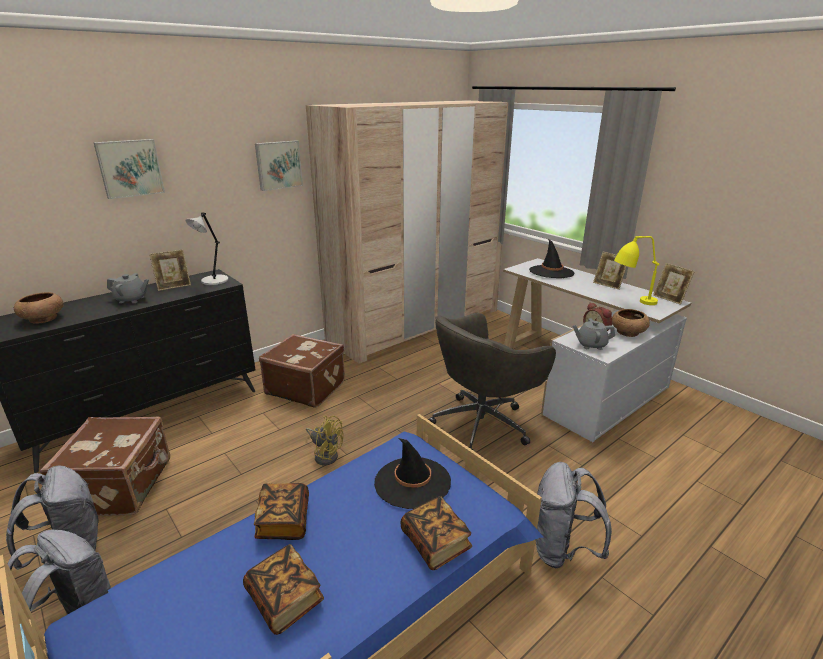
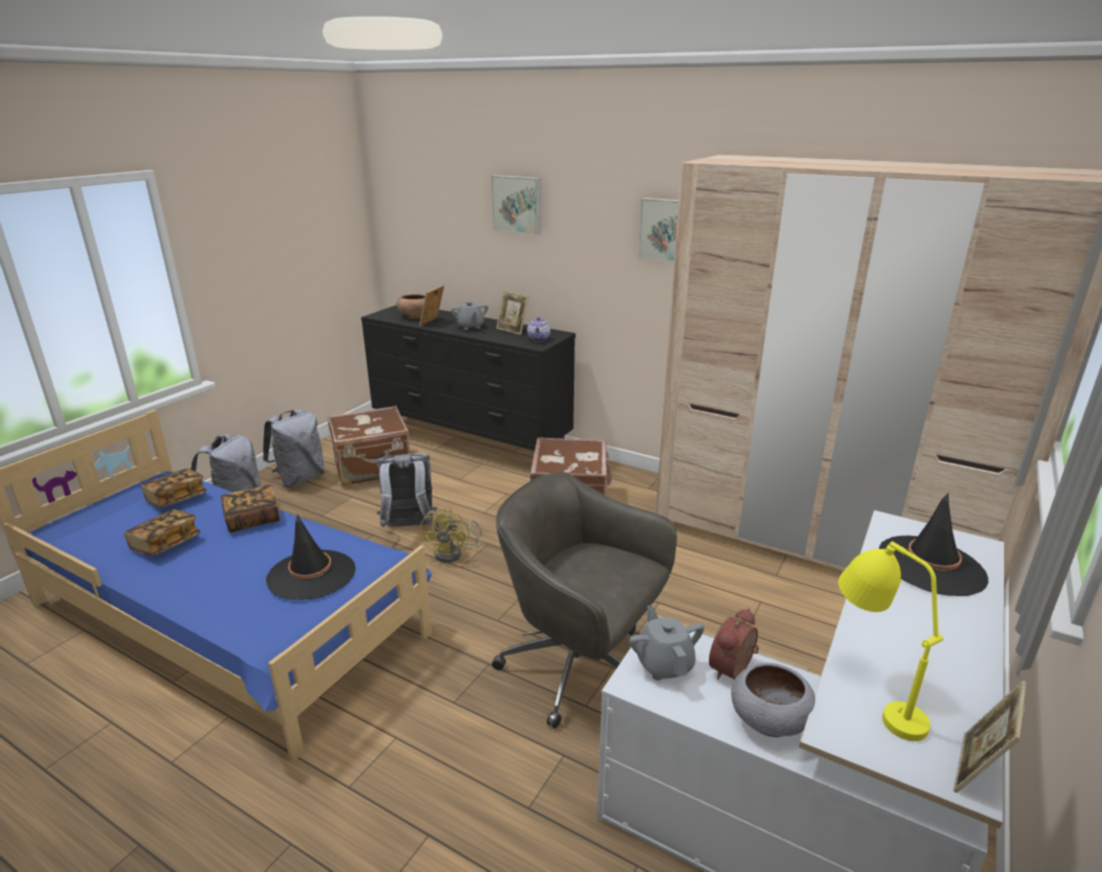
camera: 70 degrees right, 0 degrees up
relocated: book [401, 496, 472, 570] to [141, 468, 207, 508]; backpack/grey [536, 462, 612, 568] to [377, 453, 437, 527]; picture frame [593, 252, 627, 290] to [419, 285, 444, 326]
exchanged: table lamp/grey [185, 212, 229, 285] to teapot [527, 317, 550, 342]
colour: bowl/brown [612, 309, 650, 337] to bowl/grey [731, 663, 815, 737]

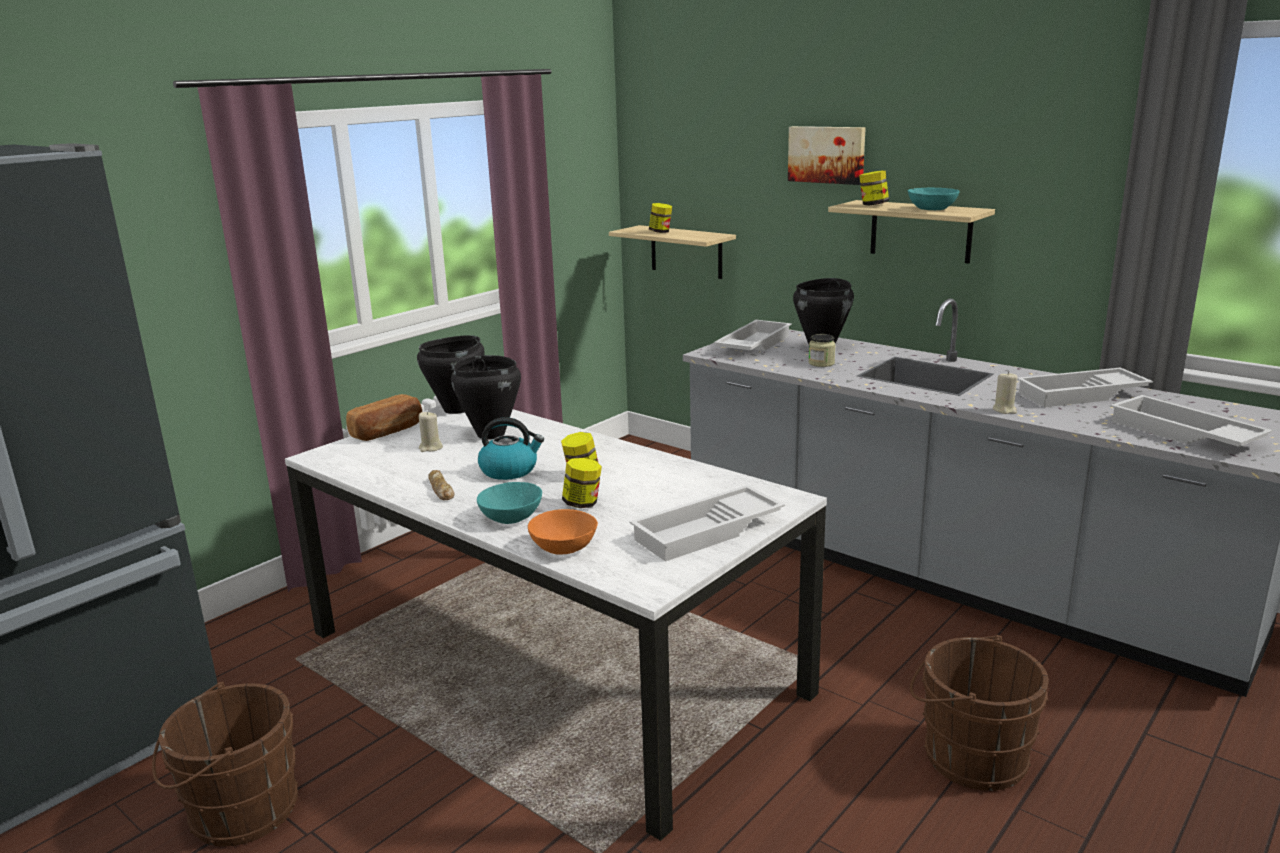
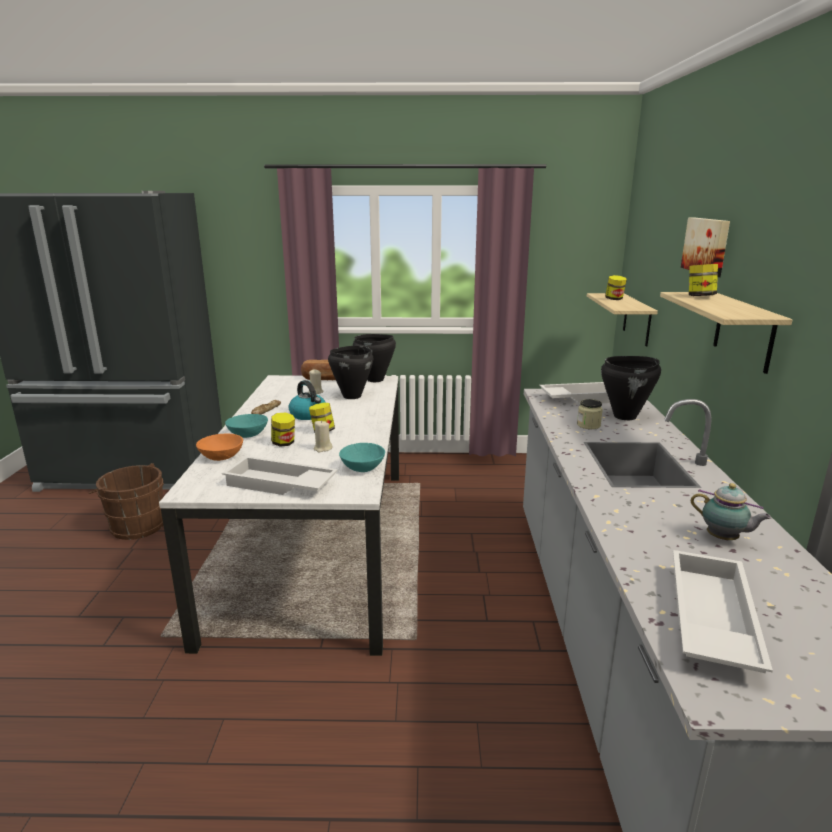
camera: 50 degrees right, 0 degrees up
missing: bucket/brown [910, 635, 1049, 791]
relocated: candle/beige [993, 371, 1018, 414] to [313, 420, 333, 453]; bowl/turquoise [908, 188, 959, 210] to [339, 443, 385, 472]
exchanged: tray/white [1017, 367, 1153, 407] to teapot [691, 483, 772, 541]

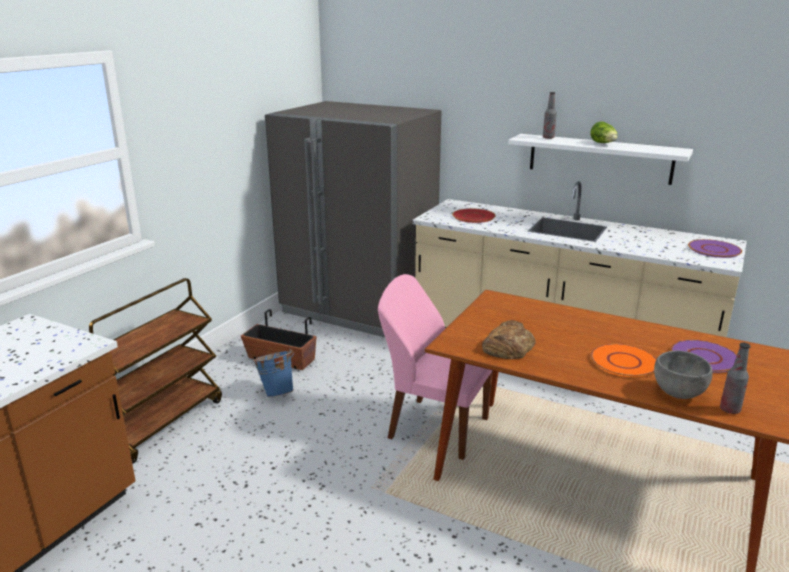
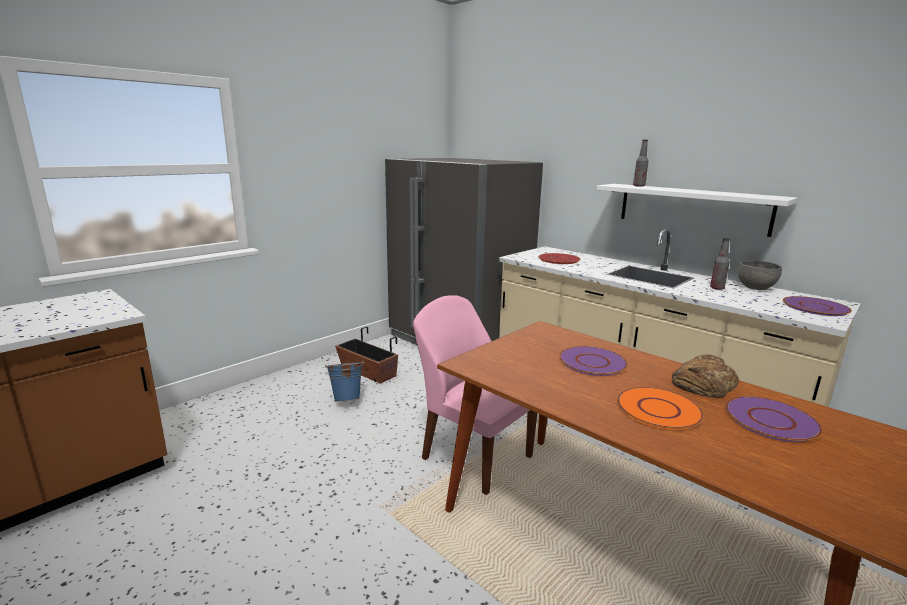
camera: 15 degrees right, 5 degrees down
missing: cart/brown [89, 278, 222, 464]; lettuce [590, 121, 618, 143]
appeared: plate/purple [559, 346, 628, 376]
relocated: bread [482, 320, 536, 359] to [672, 354, 739, 398]; bottle [720, 343, 751, 414] to [710, 238, 730, 290]; bowl/grey [654, 350, 713, 399] to [738, 260, 782, 290]

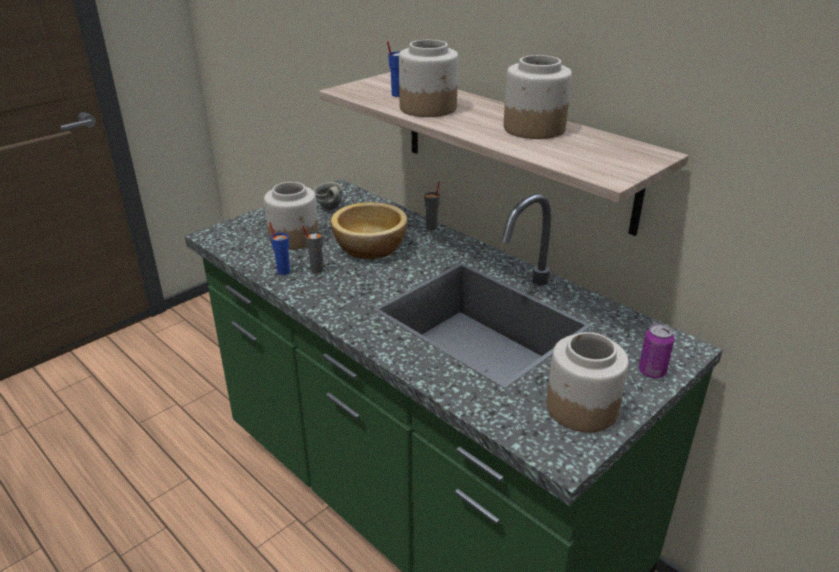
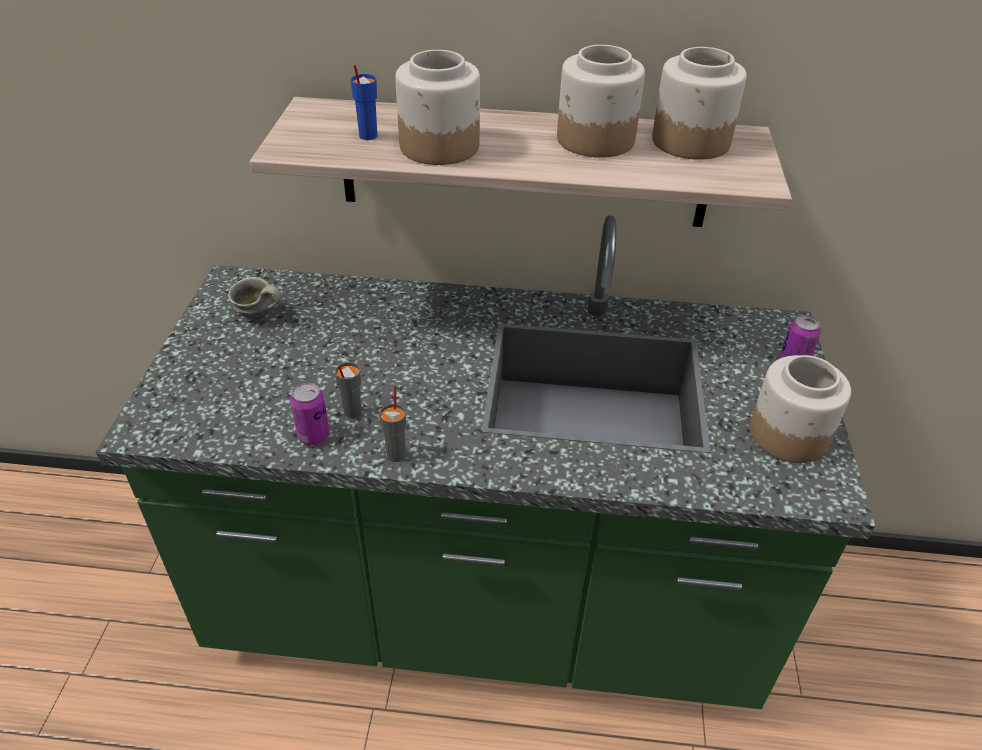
camera: 40 degrees left, 10 degrees up
missing: bowl [331, 202, 407, 259]
relocated: cup/grey [424, 181, 440, 230] to [379, 386, 406, 462]; jar [264, 182, 319, 250] to [652, 47, 747, 160]
exchanged: cup/blue [269, 222, 290, 275] to can [290, 383, 330, 445]

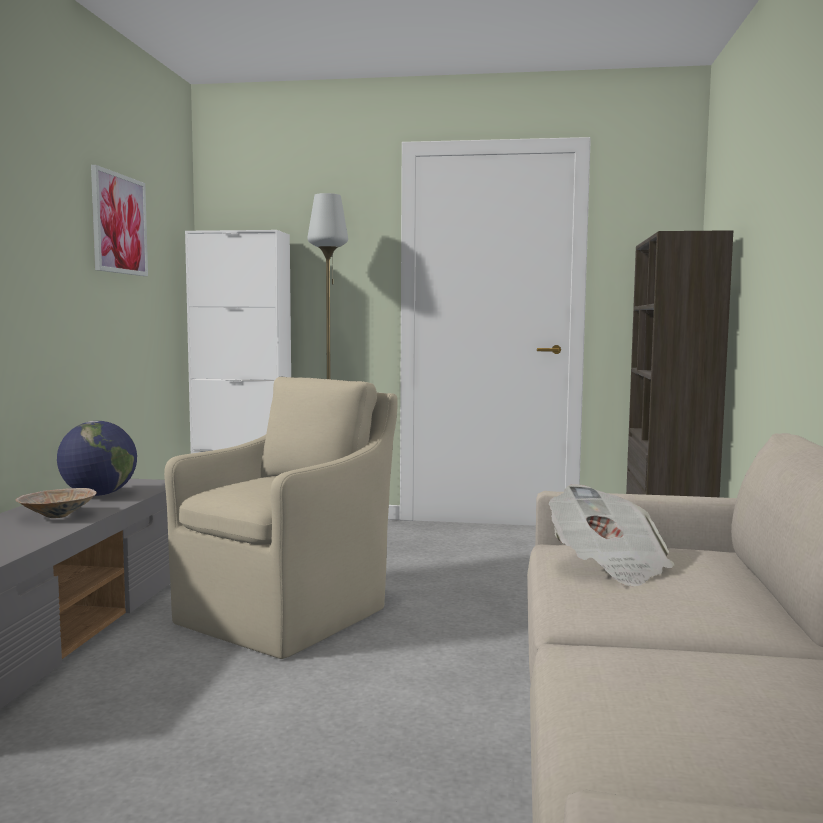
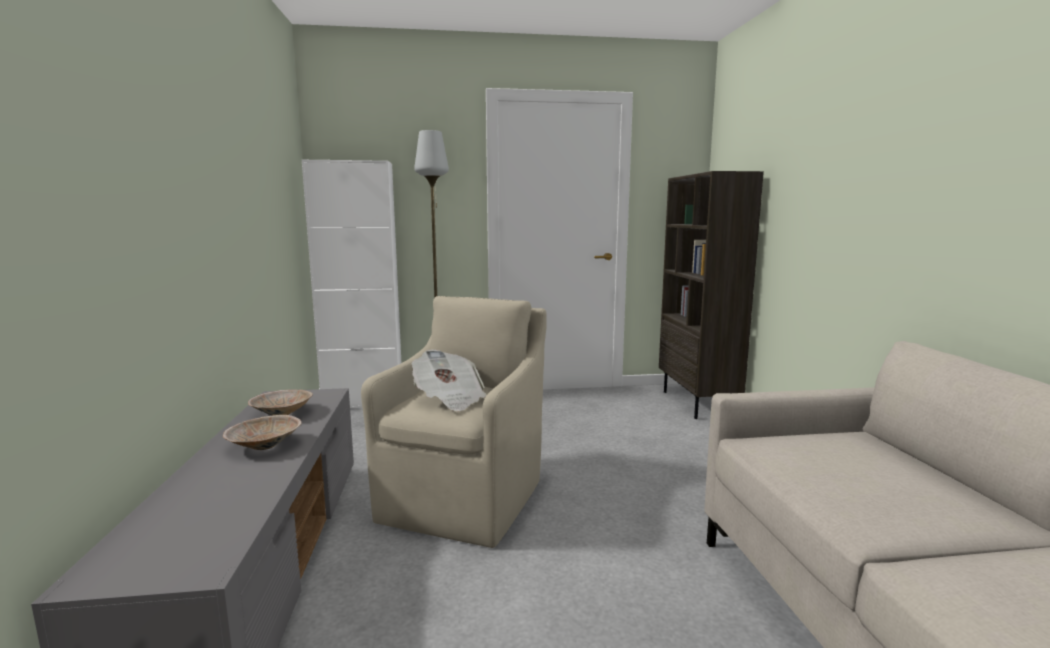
camera: 15 degrees left, 5 degrees up
missing: picture [91, 165, 148, 276]
relocated: newspaper [549, 484, 674, 587] to [412, 349, 487, 412]
exchanged: globe [57, 421, 137, 496] to bowl/beige [248, 389, 313, 416]

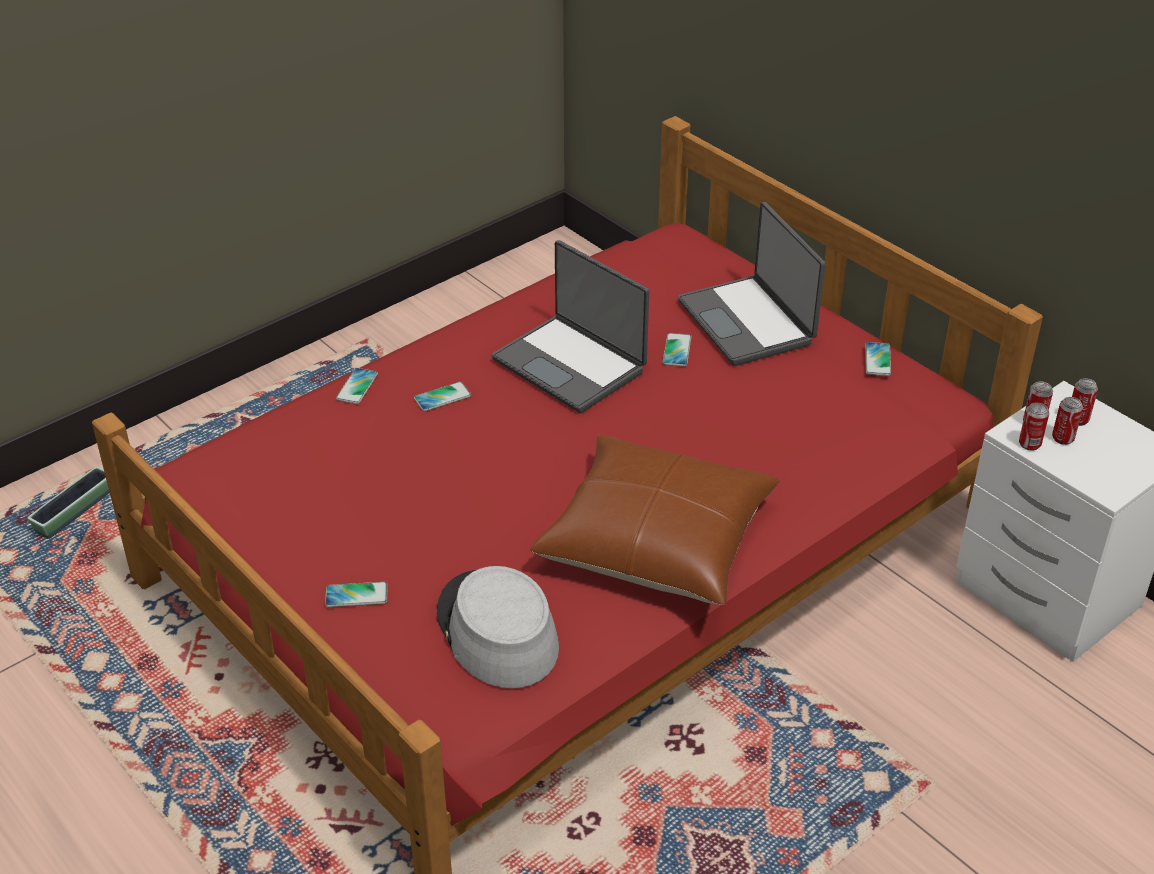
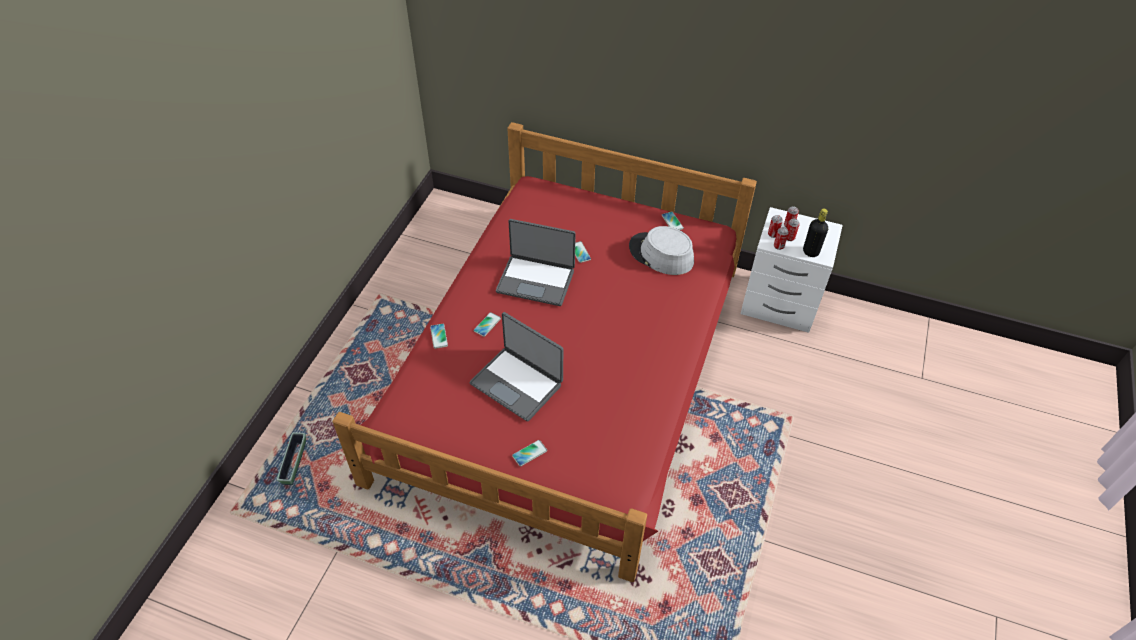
camera: 30 degrees left, 10 degrees up
missing: pillow/brown [531, 435, 780, 605]
appeared: bottle/black [803, 208, 828, 257]
relocated: laptop [678, 202, 826, 366] to [469, 312, 563, 422]; hat/grey [437, 566, 559, 688] to [629, 226, 694, 275]

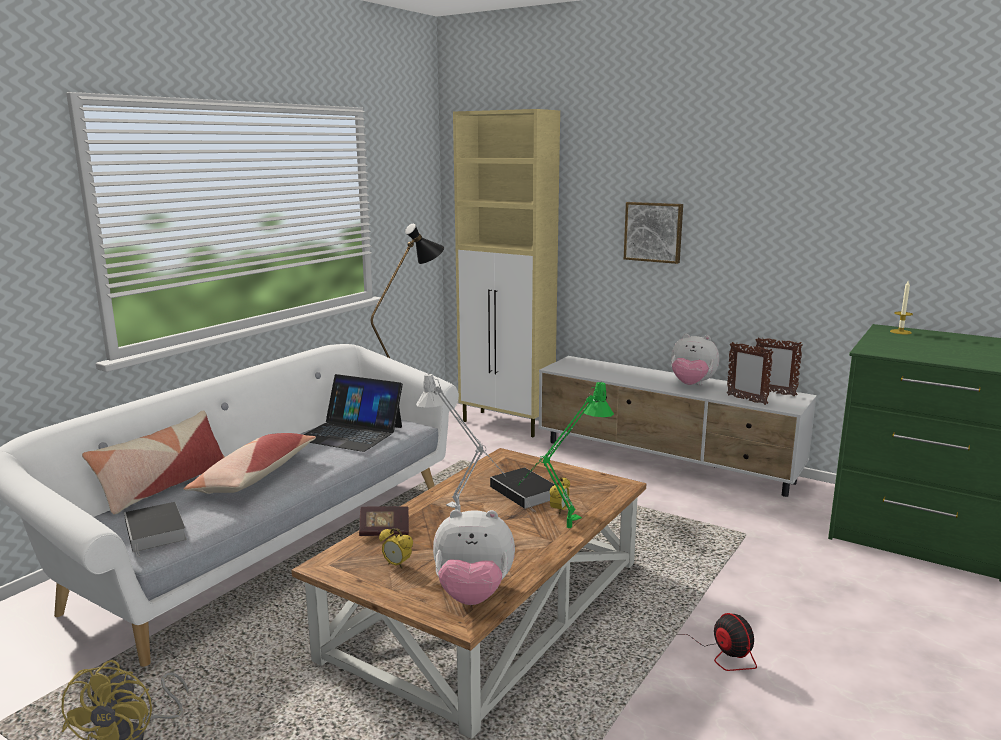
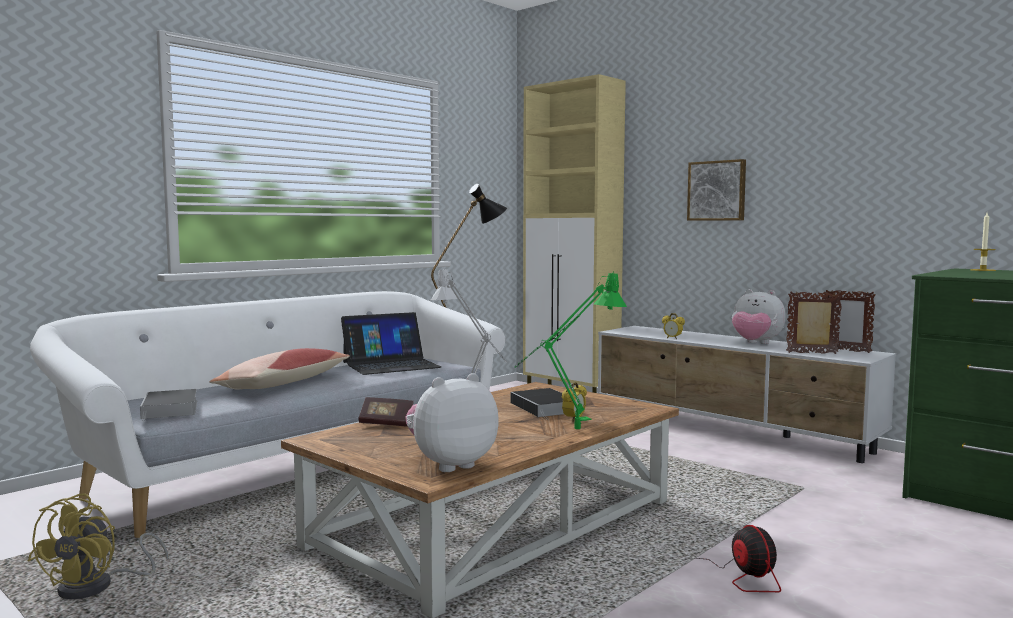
camera: 10 degrees right, 10 degrees down
missing: pillow [82, 410, 224, 514]
relocated: alarm clock [379, 528, 413, 569] to [662, 313, 685, 339]
spun: laptop [304, 374, 403, 452] = [341, 312, 441, 375] 60 degrees counterclockwise; plush toy [433, 509, 515, 605] = [405, 373, 498, 472] 135 degrees clockwise; picture frame [727, 342, 773, 405] = [786, 291, 842, 354] 135 degrees clockwise

